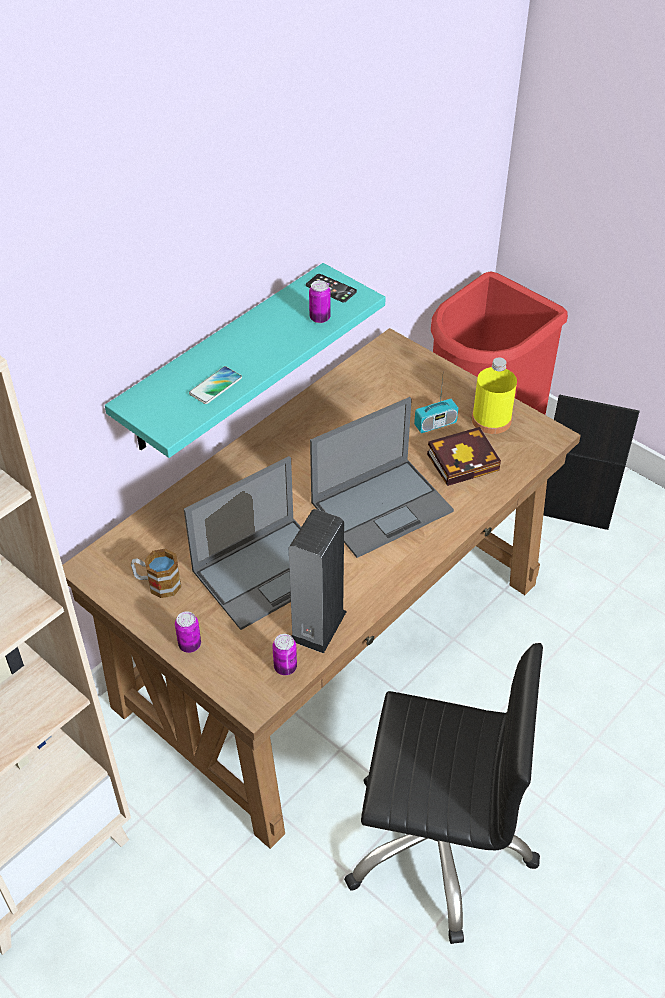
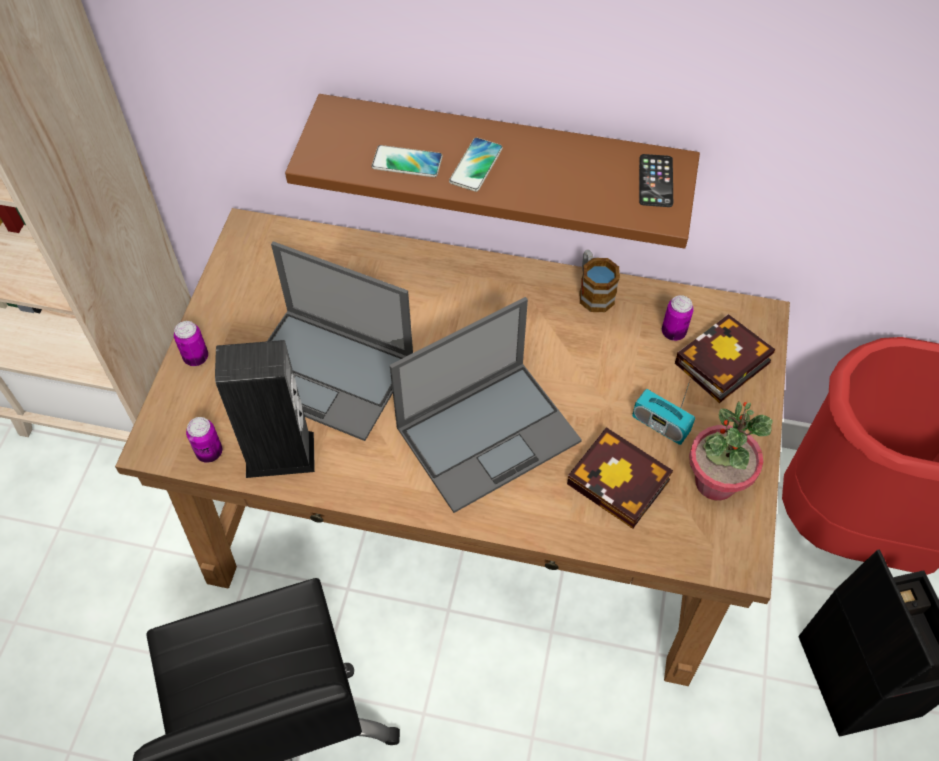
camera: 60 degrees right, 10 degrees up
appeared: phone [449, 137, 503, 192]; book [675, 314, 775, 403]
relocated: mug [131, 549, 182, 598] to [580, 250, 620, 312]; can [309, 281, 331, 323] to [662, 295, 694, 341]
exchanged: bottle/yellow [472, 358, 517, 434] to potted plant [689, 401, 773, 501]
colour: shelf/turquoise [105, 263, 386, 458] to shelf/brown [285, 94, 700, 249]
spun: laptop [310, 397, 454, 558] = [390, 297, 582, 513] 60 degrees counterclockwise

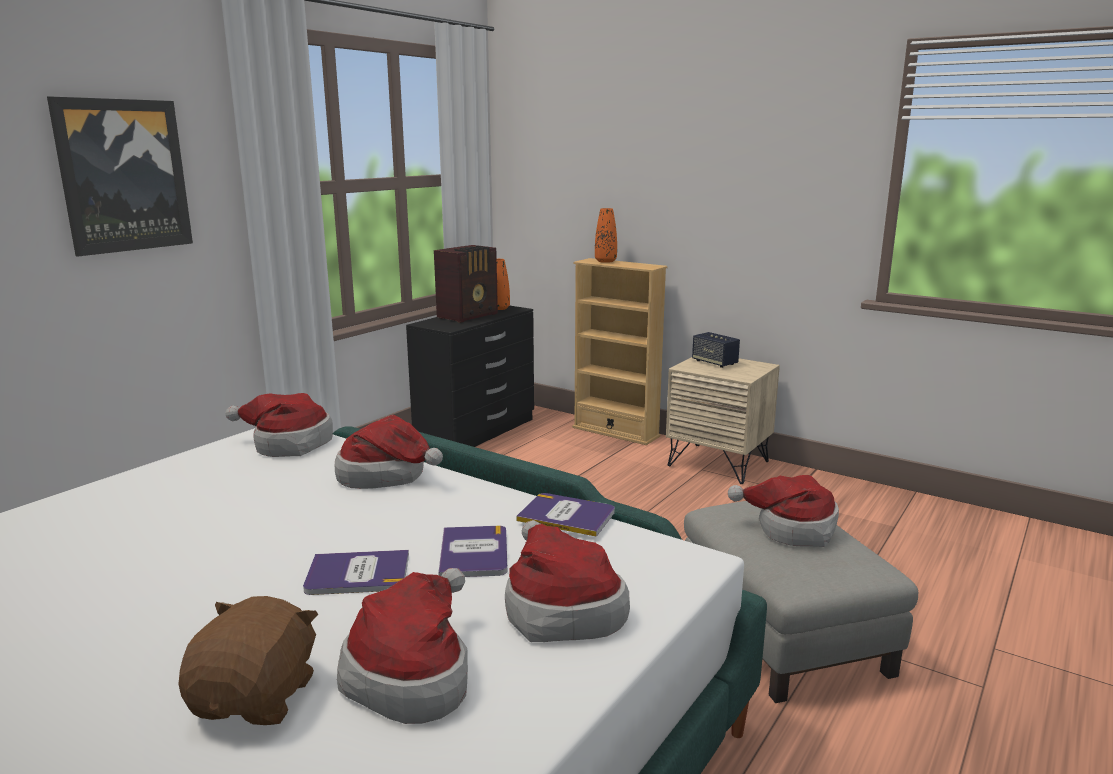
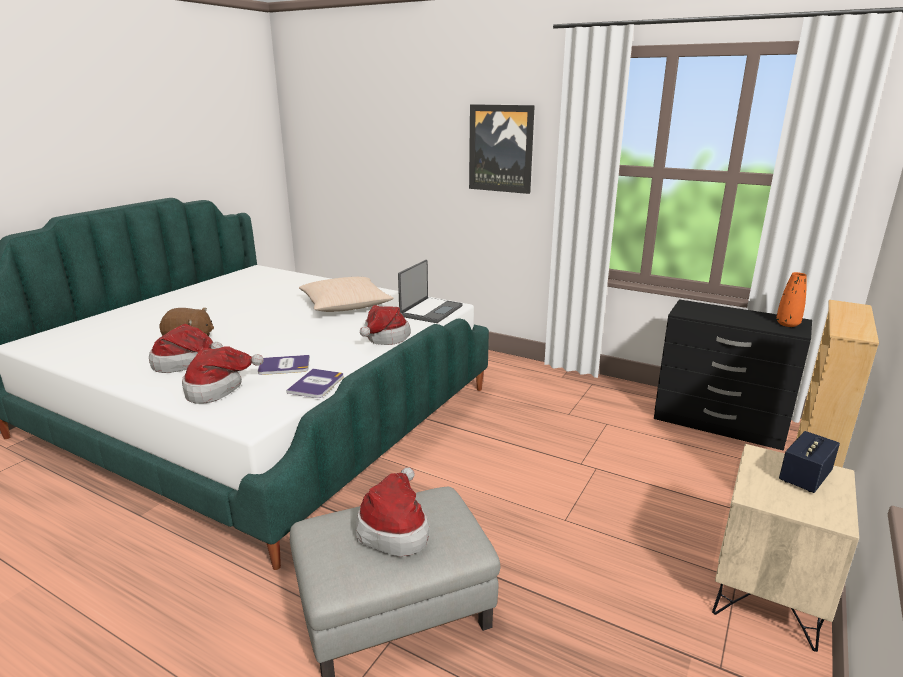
camera: 85 degrees right, 5 degrees up
missing: book [303, 550, 409, 595]; radio [434, 245, 498, 323]; vase/orange [595, 208, 617, 263]
appeared: pillow/beige [299, 277, 394, 312]
exchanged: hat [225, 393, 333, 457] to laptop [398, 260, 463, 323]

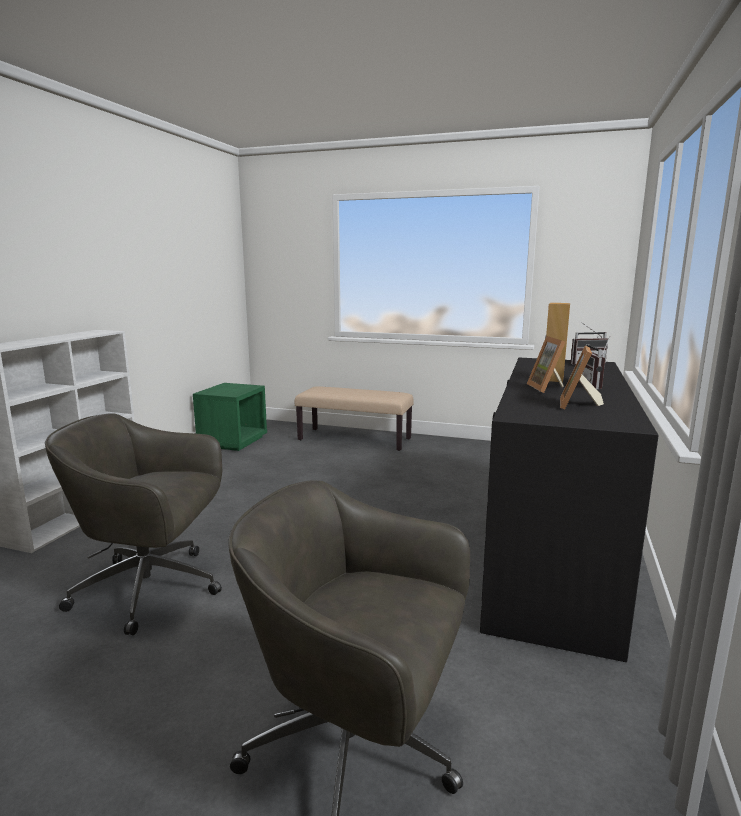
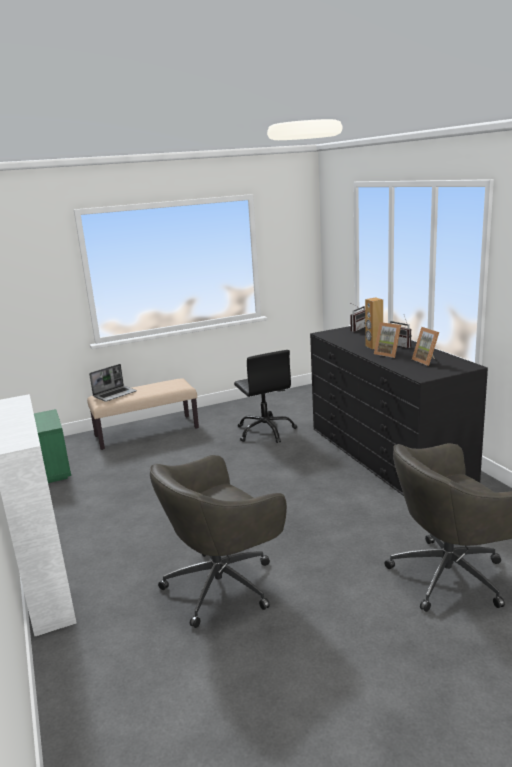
camera: 40 degrees left, 5 degrees up
appeared: laptop [89, 364, 137, 402]; office chair/black [234, 350, 297, 443]

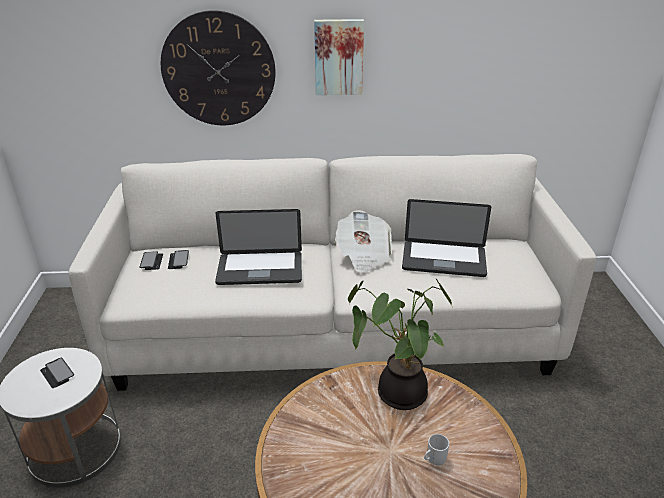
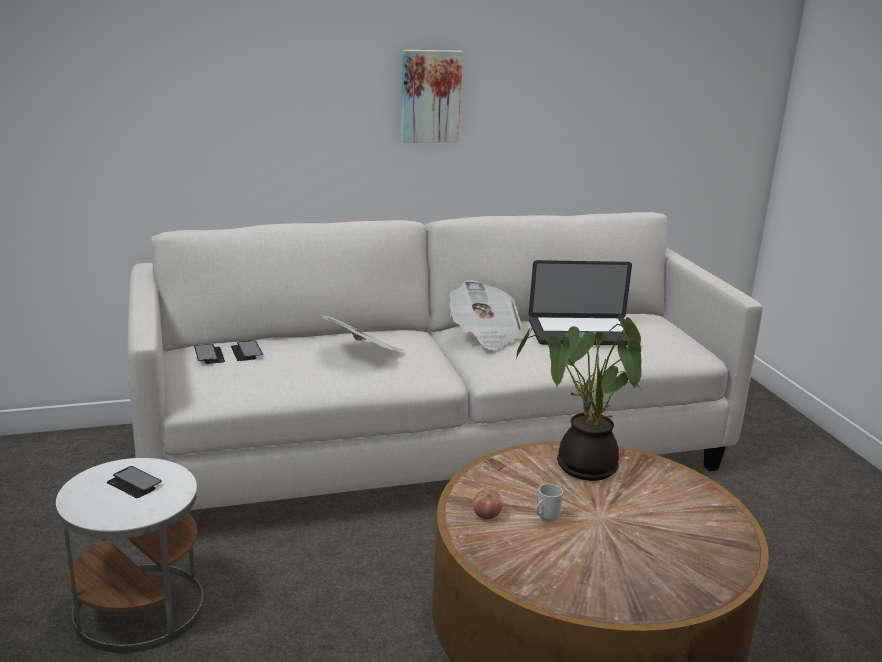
camera: 15 degrees left, 10 degrees down
missing: wall clock [161, 10, 276, 125]
appeared: apple [473, 490, 503, 519]
relocated: mug [424, 434, 449, 465] to [536, 484, 563, 522]
exchanged: laptop [215, 209, 302, 285] to newspaper [321, 315, 403, 351]

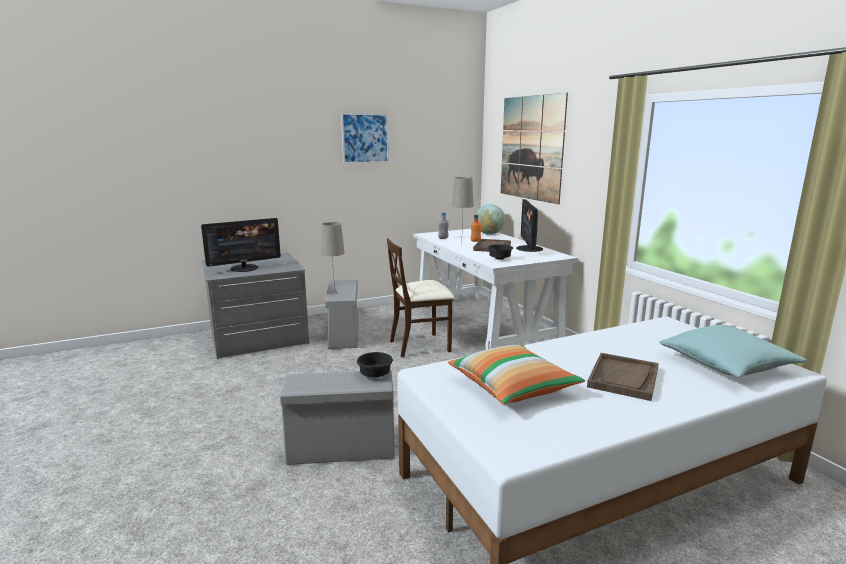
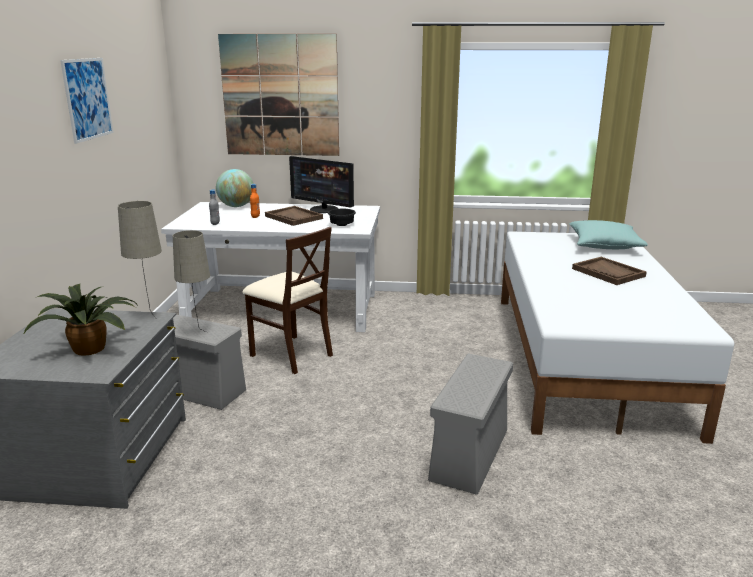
camera: 60 degrees left, 5 degrees up
missing: bowl/black [357, 352, 393, 378]; pillow [448, 345, 585, 405]
relocated: table lamp/beige [452, 177, 474, 246] to [118, 201, 162, 319]
exchanged: monitor [201, 218, 281, 272] to potted plant [23, 284, 137, 356]
spun: chair/beige [387, 238, 454, 357] = [242, 227, 333, 374] 60 degrees counterclockwise

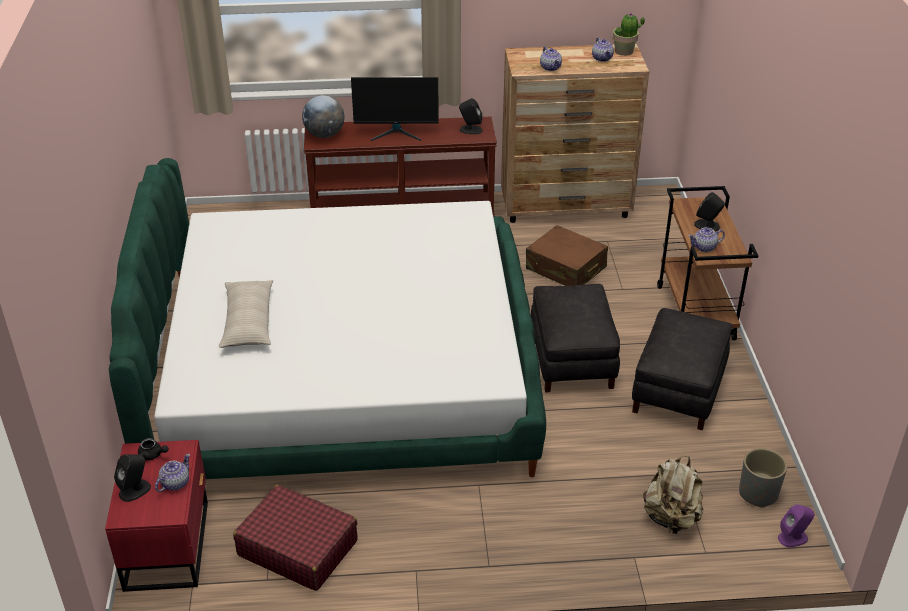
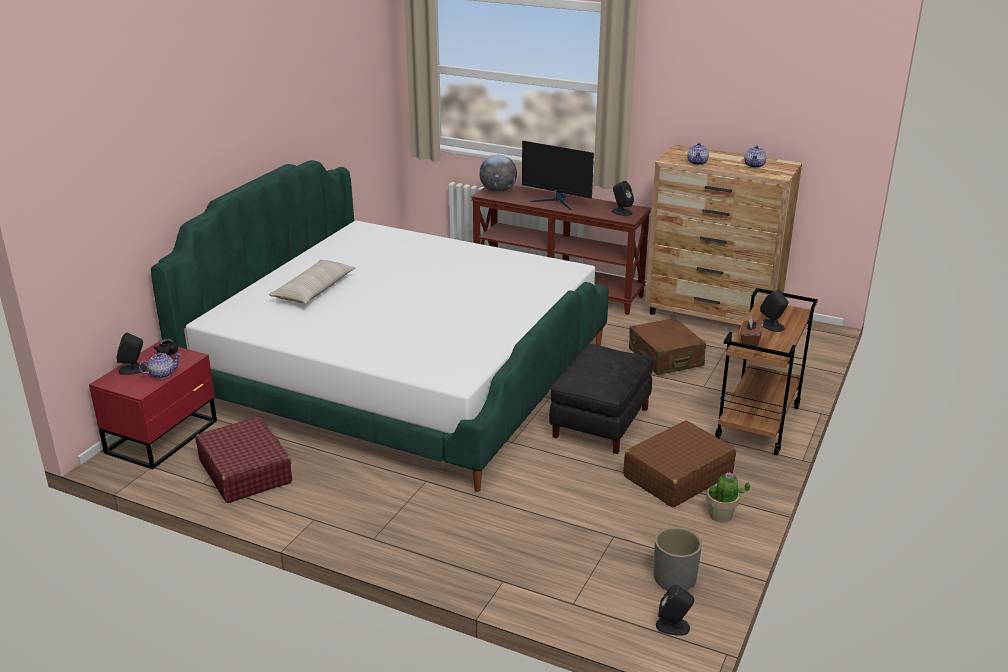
camera: 30 degrees right, 10 degrees down
missing: backpack/beige [643, 456, 704, 534]
relocated: potted plant [613, 12, 645, 56] to [706, 472, 750, 522]
exchanged: ottoman/black [632, 308, 732, 430] to suitcase/brown [624, 421, 736, 507]; teapot [688, 227, 725, 252] to tissue box/brown [740, 316, 764, 346]
colour: speaker/purple [778, 504, 814, 547] to speaker/black [656, 585, 694, 636]

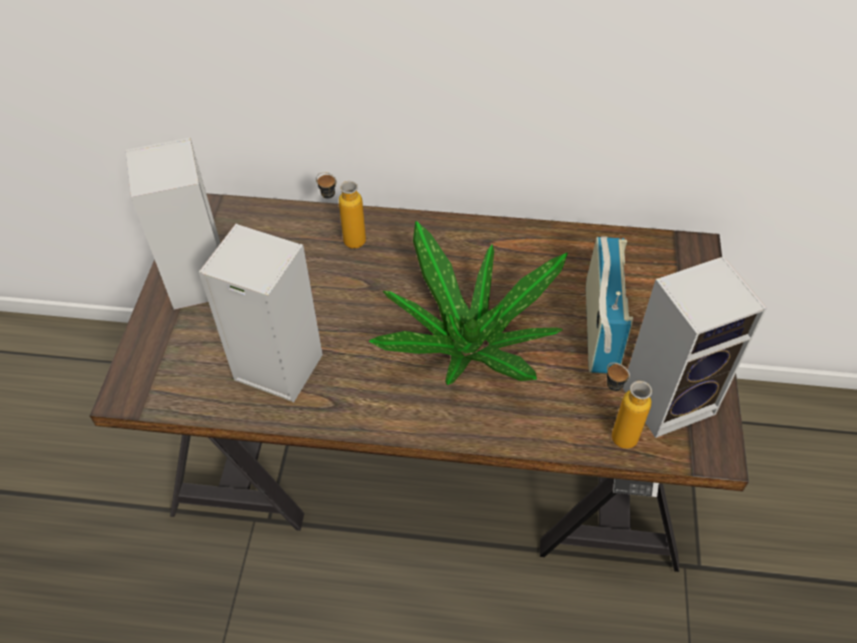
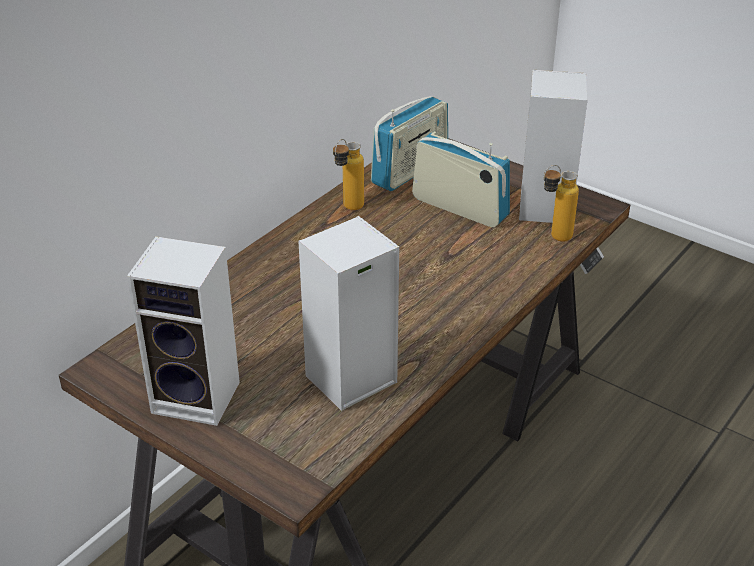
camera: 60 degrees left, 15 degrees down
missing: potted plant [369, 221, 568, 385]
appeared: radio [371, 96, 448, 191]
relocated: bottle [316, 172, 366, 249] to [333, 139, 364, 210]

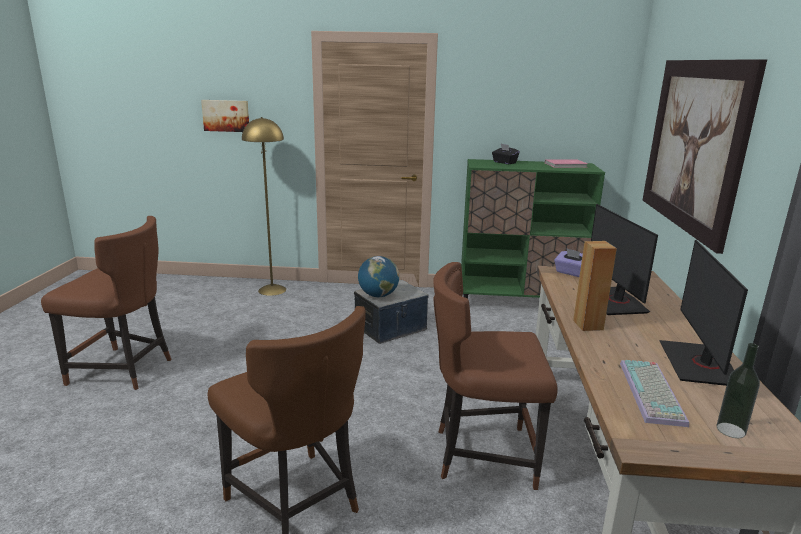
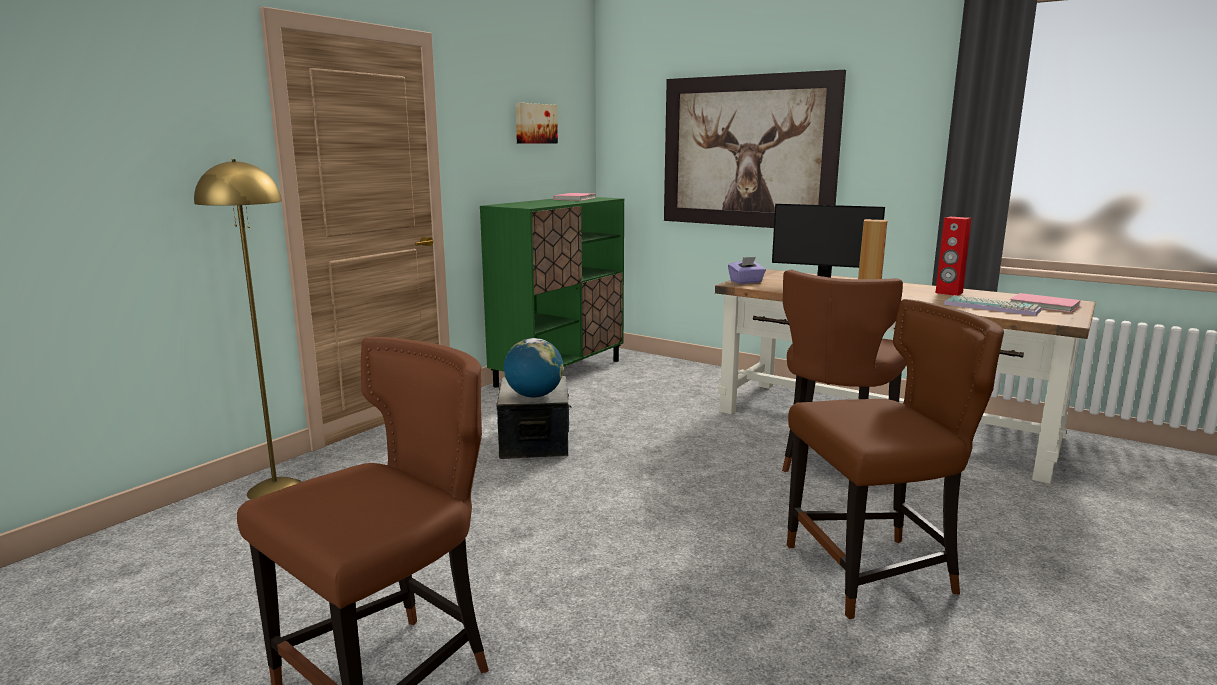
camera: 60 degrees left, 5 degrees down
missing: tissue box/black [492, 144, 520, 164]
relocated: picture [201, 100, 249, 132] to [516, 103, 558, 144]
exchanged: monitor [659, 240, 748, 386] to speaker/red [935, 217, 971, 295]; bottle [716, 343, 760, 438] to book/pink [1010, 293, 1080, 313]

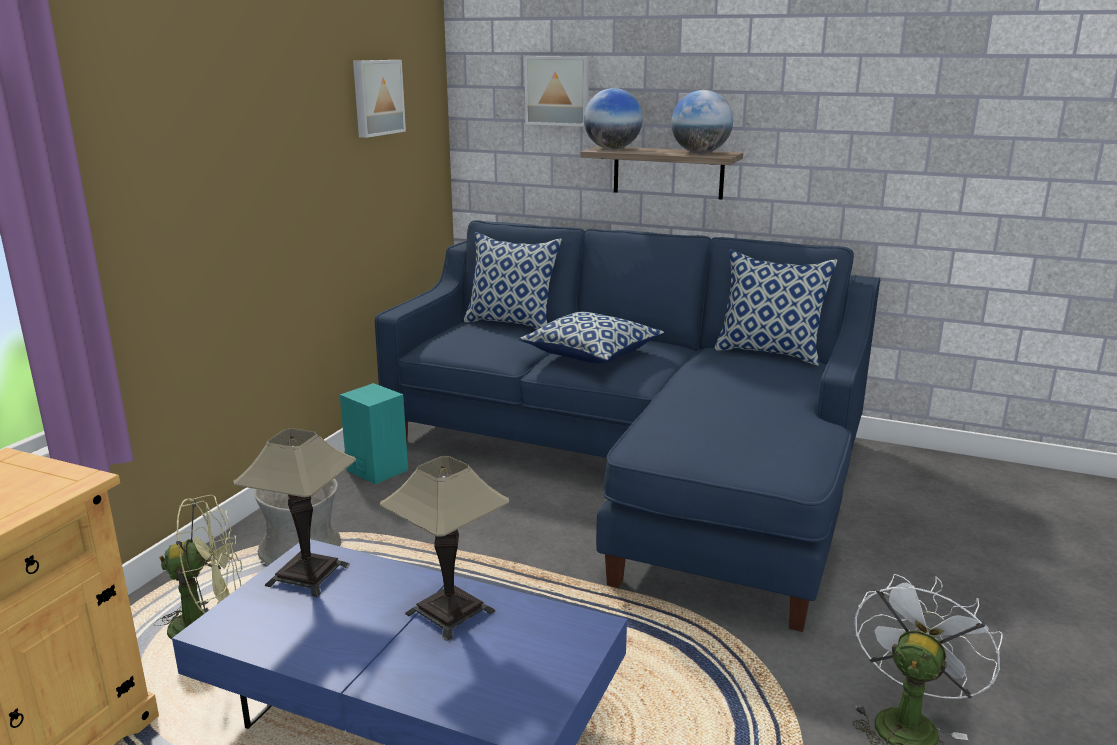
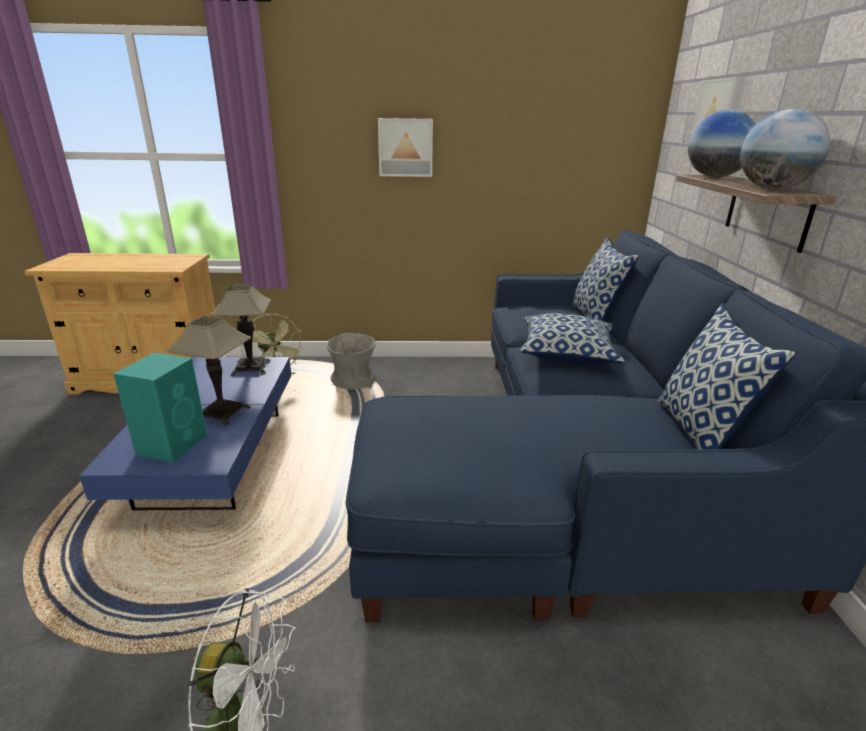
camera: 65 degrees right, 5 degrees up
relocated: speaker/turquoise [340, 383, 408, 485] to [114, 352, 207, 463]; picture [353, 60, 406, 138] to [378, 118, 433, 177]

